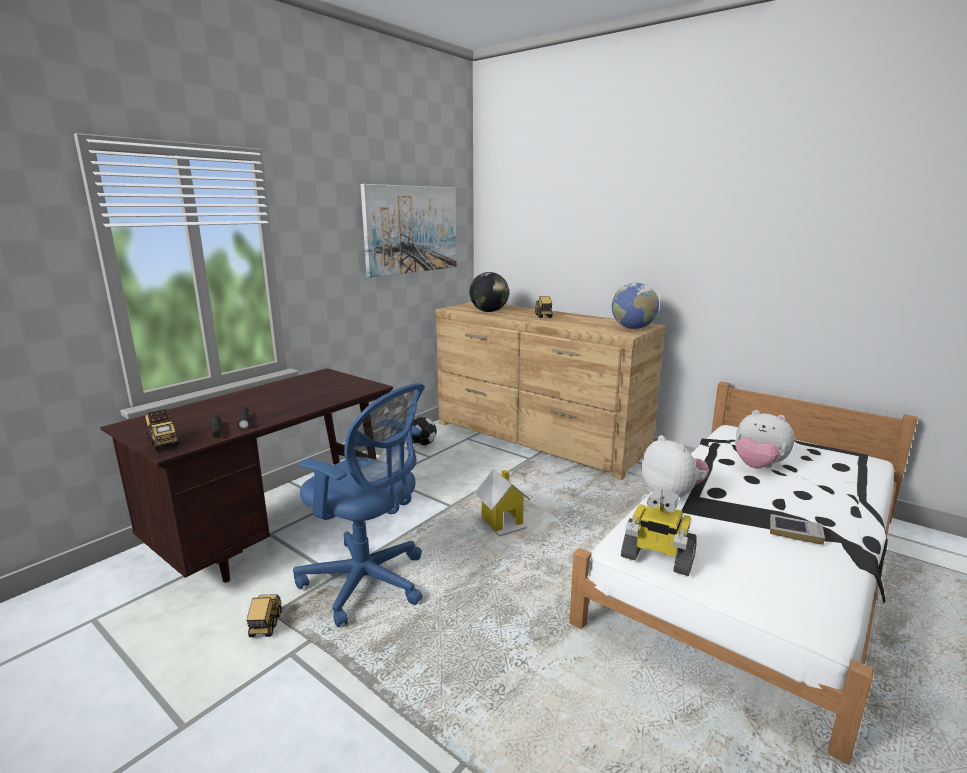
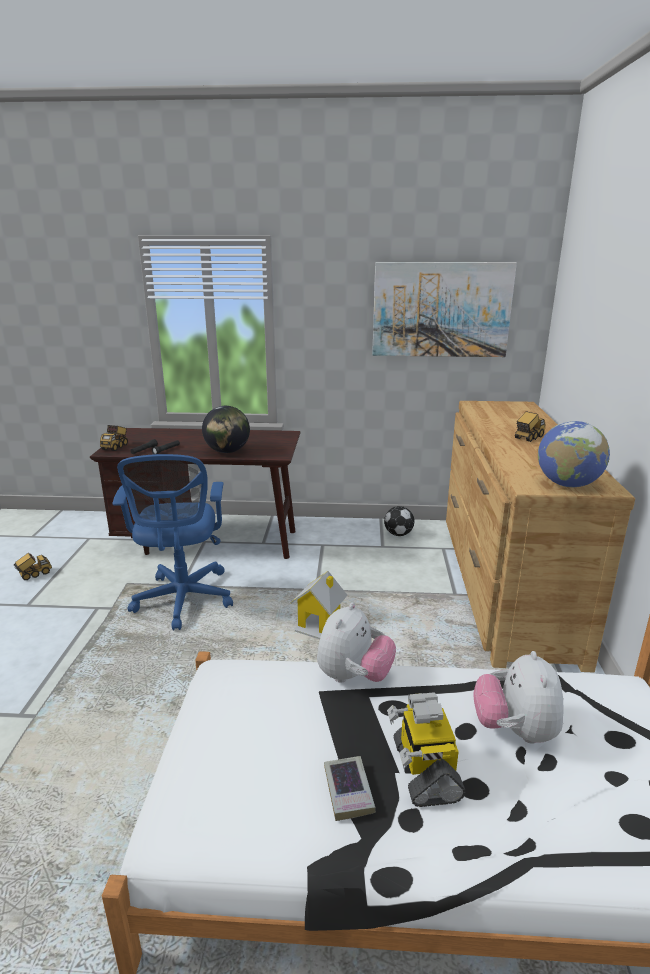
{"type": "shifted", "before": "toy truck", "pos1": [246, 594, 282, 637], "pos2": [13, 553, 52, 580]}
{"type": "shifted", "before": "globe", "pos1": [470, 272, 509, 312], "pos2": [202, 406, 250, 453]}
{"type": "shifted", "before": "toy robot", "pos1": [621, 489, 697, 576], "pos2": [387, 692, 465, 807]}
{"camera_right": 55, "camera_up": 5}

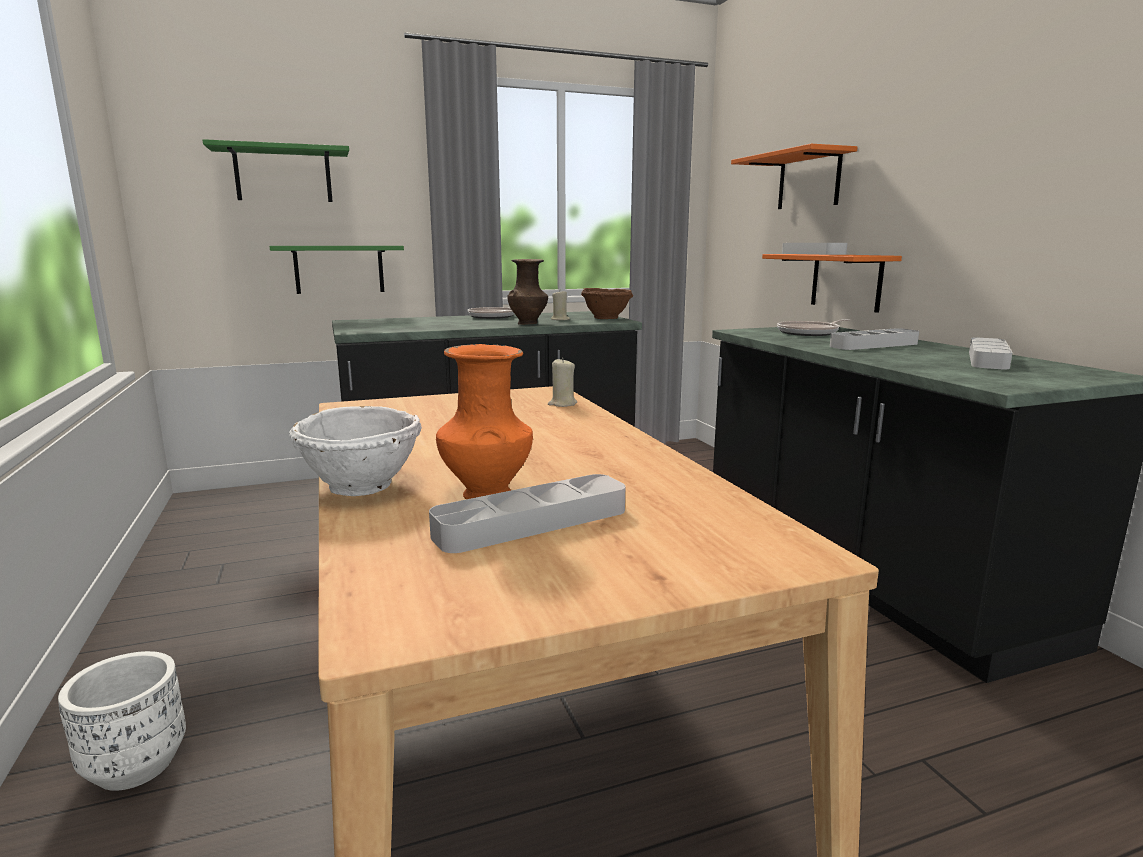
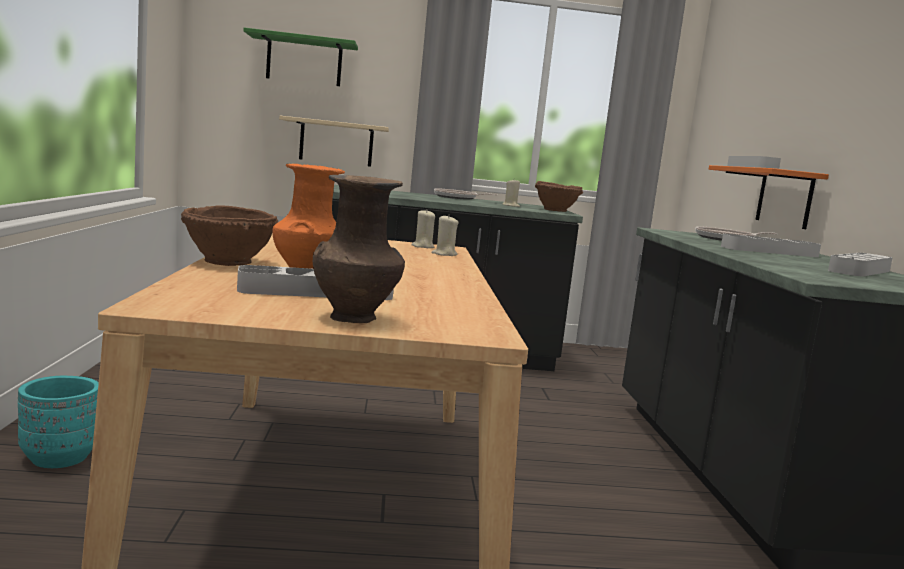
{"type": "repainted", "before": "white planter", "after": "turquoise planter", "pos1": [58, 651, 186, 791], "pos2": [18, 376, 99, 468]}
{"type": "repainted", "before": "white bowl", "after": "brown bowl", "pos1": [289, 406, 422, 496], "pos2": [181, 205, 278, 266]}
{"type": "repainted", "before": "green shelf", "after": "beige shelf", "pos1": [270, 246, 404, 294], "pos2": [279, 116, 389, 167]}
{"type": "shifted", "before": "brown vase", "pos1": [507, 259, 548, 325], "pos2": [313, 175, 405, 323]}
{"type": "new", "after": "beige candle", "pos2": [411, 209, 435, 248]}
{"type": "gone", "before": "orange shelf", "pos1": [731, 144, 857, 209]}
{"camera_right": 15, "camera_up": -5}

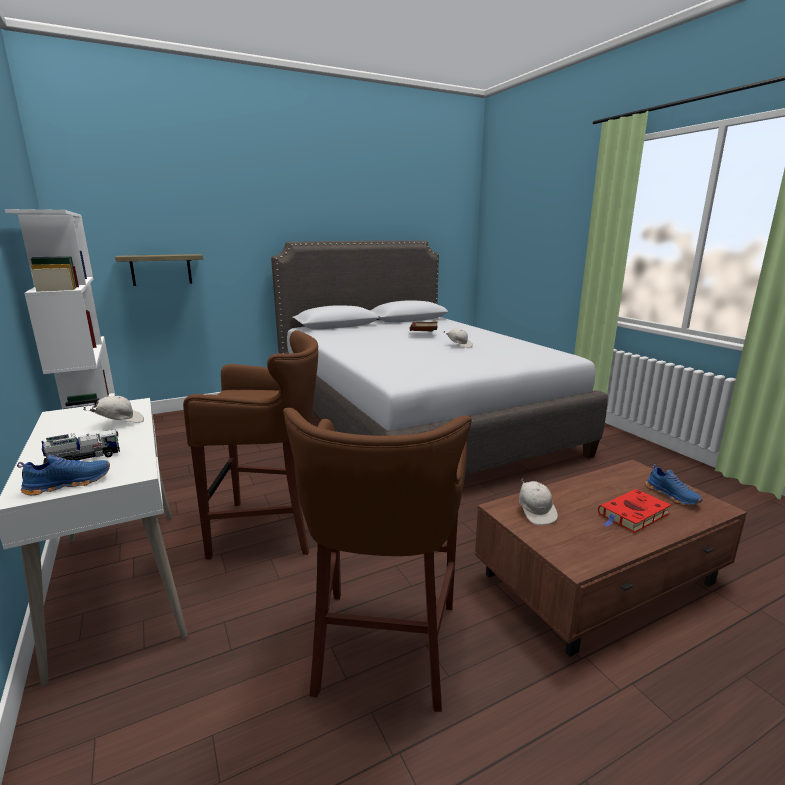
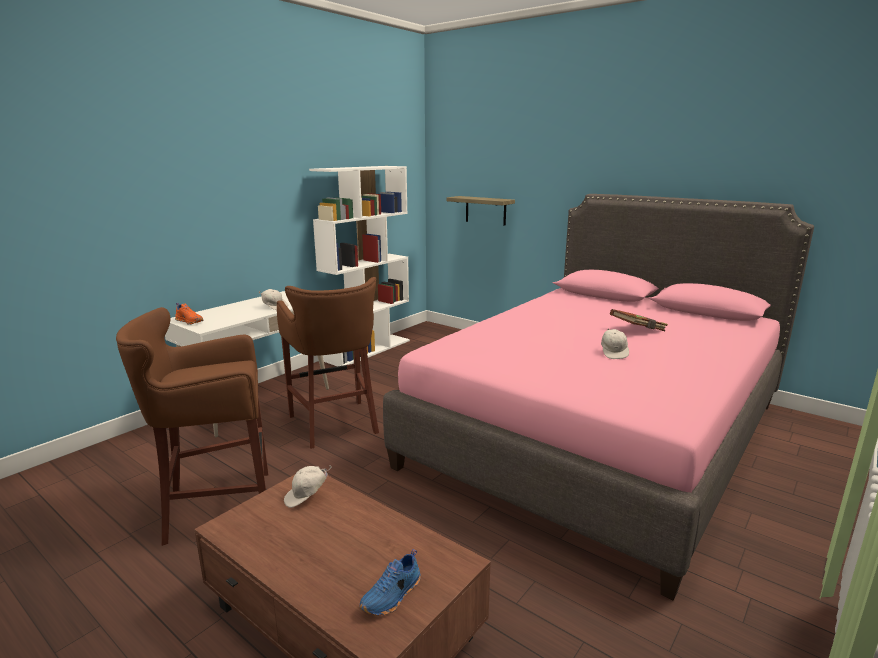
{"type": "repainted", "before": "blue shoe", "after": "orange shoe", "pos1": [17, 455, 110, 495], "pos2": [175, 303, 203, 325]}
{"type": "repainted", "before": "grey bed", "after": "pink bed", "pos1": [271, 240, 608, 474], "pos2": [383, 194, 814, 601]}
{"type": "gone", "before": "toy truck", "pos1": [42, 429, 120, 464]}
{"type": "gone", "before": "red book", "pos1": [598, 489, 671, 533]}
{"camera_right": 65, "camera_up": 0}

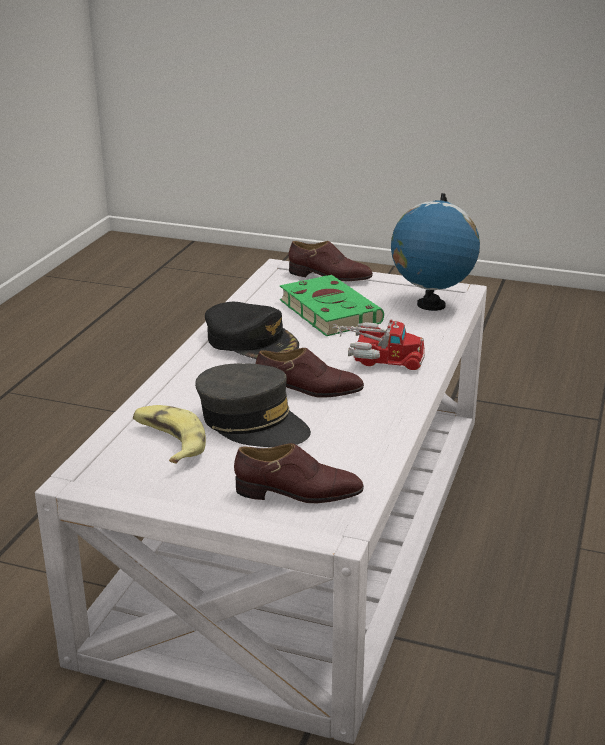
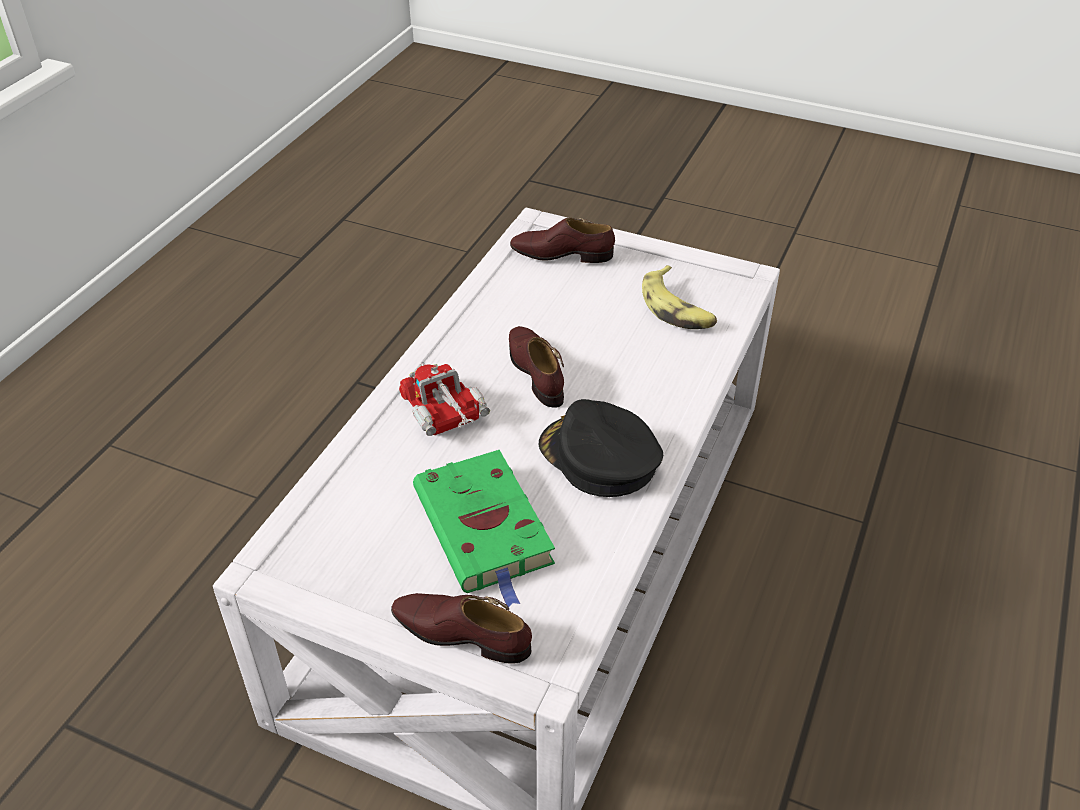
{"type": "rotated", "before": "toy truck", "pos1": [332, 319, 425, 370], "pos2": [399, 362, 490, 436], "turn": 45}
{"type": "rotated", "before": "brown shoe", "pos1": [256, 348, 364, 398], "pos2": [509, 326, 564, 408], "turn": 60}
{"type": "gone", "before": "grey cap", "pos1": [195, 363, 311, 447]}
{"type": "gone", "before": "globe", "pos1": [391, 193, 480, 311]}
{"camera_right": -175, "camera_up": 15}

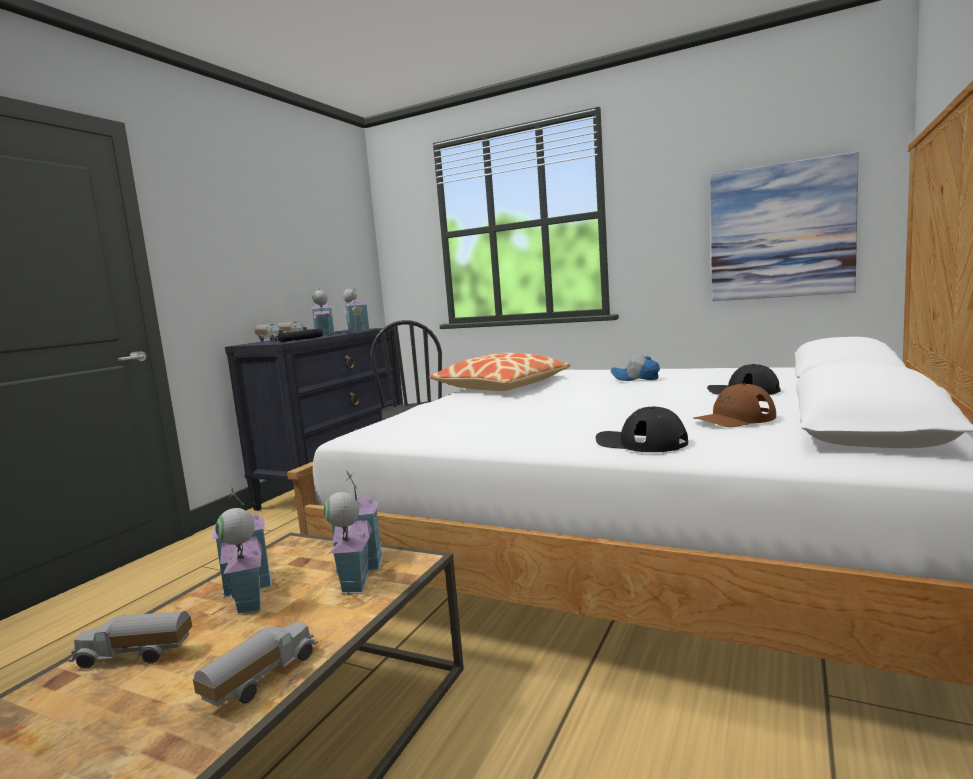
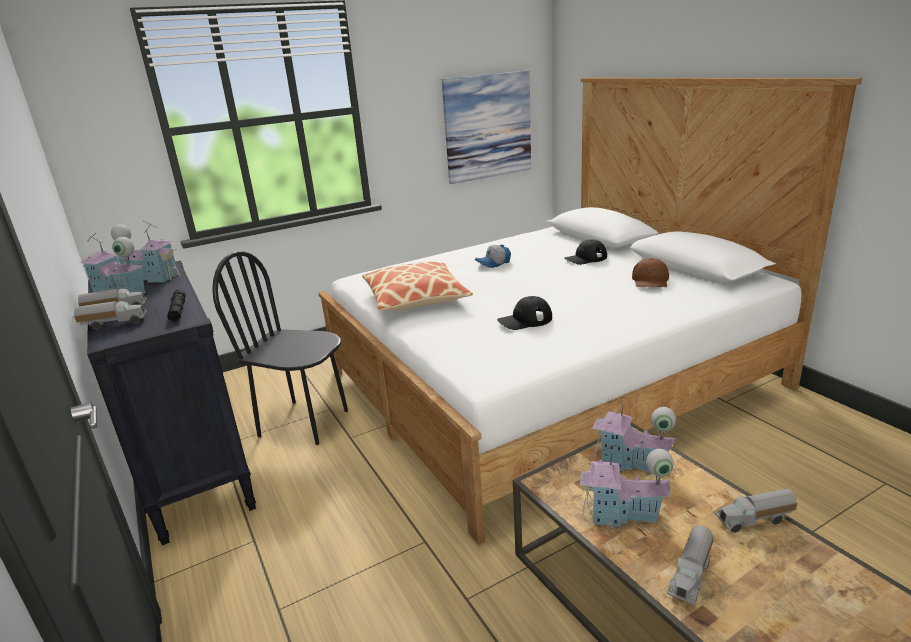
{"type": "shifted", "before": "black cap", "pos1": [596, 407, 688, 452], "pos2": [497, 296, 552, 330]}
{"type": "rotated", "before": "toy truck", "pos1": [193, 622, 318, 707], "pos2": [715, 489, 797, 533], "turn": -75}
{"camera_right": -55, "camera_up": 15}

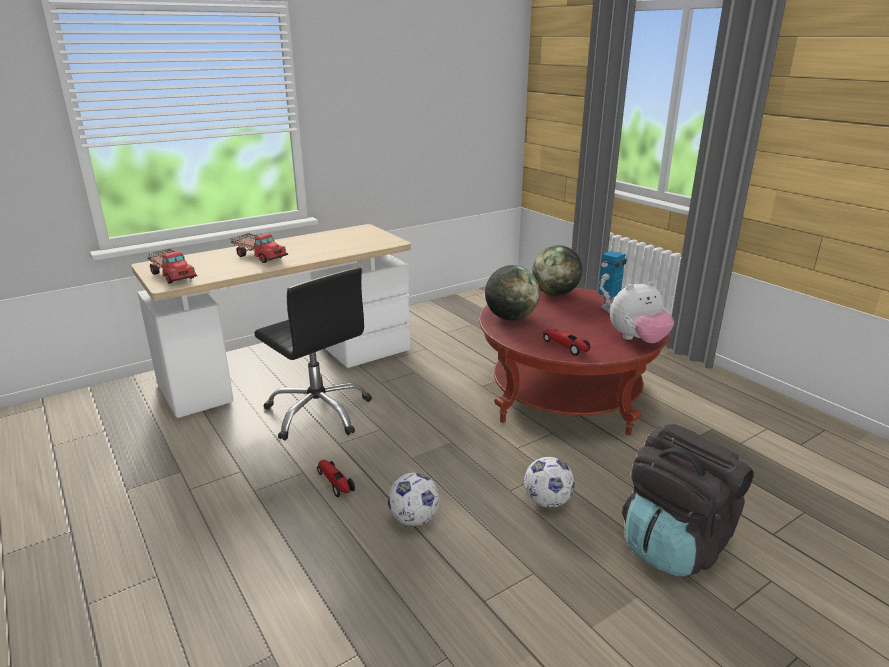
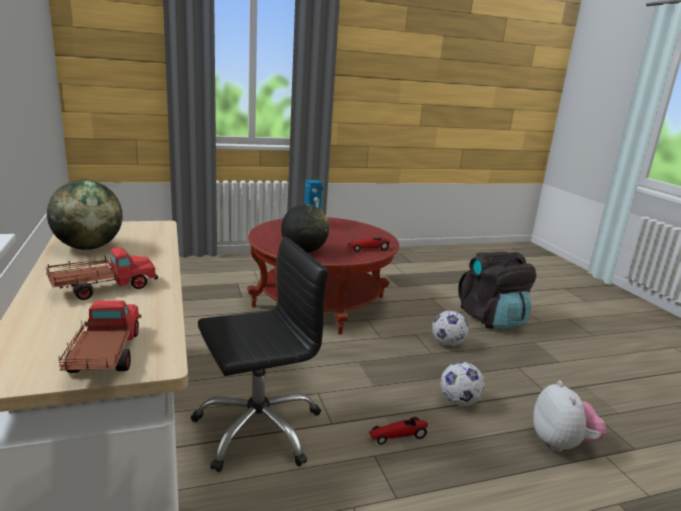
{"type": "shifted", "before": "globe", "pos1": [532, 245, 582, 296], "pos2": [47, 180, 123, 250]}
{"type": "rotated", "before": "toy truck", "pos1": [147, 249, 197, 284], "pos2": [59, 300, 141, 373], "turn": -75}
{"type": "shifted", "before": "plush toy", "pos1": [610, 281, 674, 343], "pos2": [533, 380, 606, 452]}
{"camera_right": -75, "camera_up": -5}

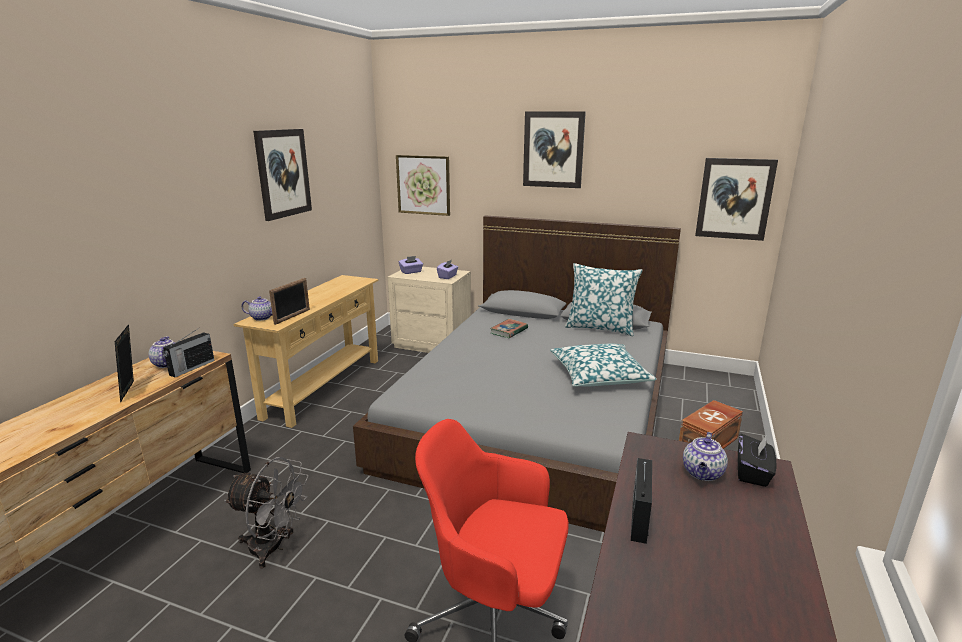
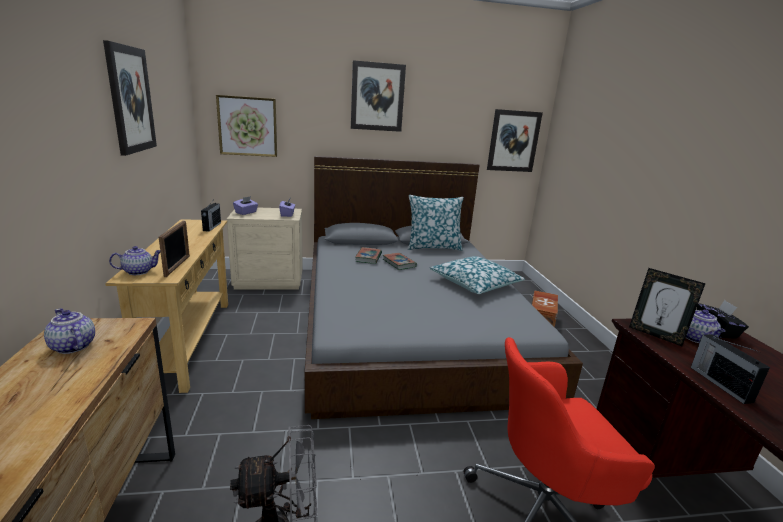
{"type": "shifted", "before": "radio", "pos1": [163, 327, 214, 377], "pos2": [201, 198, 221, 232]}
{"type": "new", "after": "book", "pos2": [383, 253, 417, 270]}
{"type": "shifted", "before": "picture frame", "pos1": [115, 324, 134, 403], "pos2": [629, 268, 706, 346]}
{"camera_right": -30, "camera_up": 0}

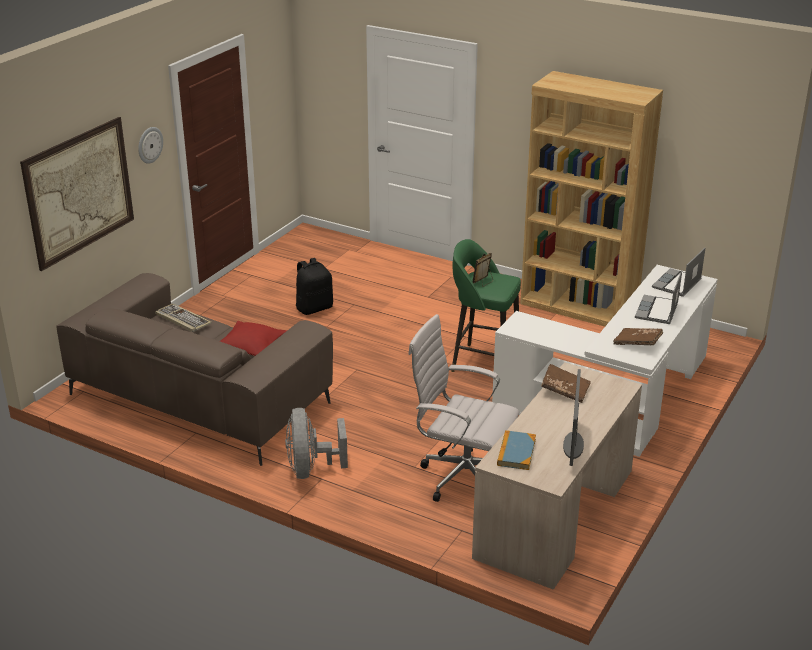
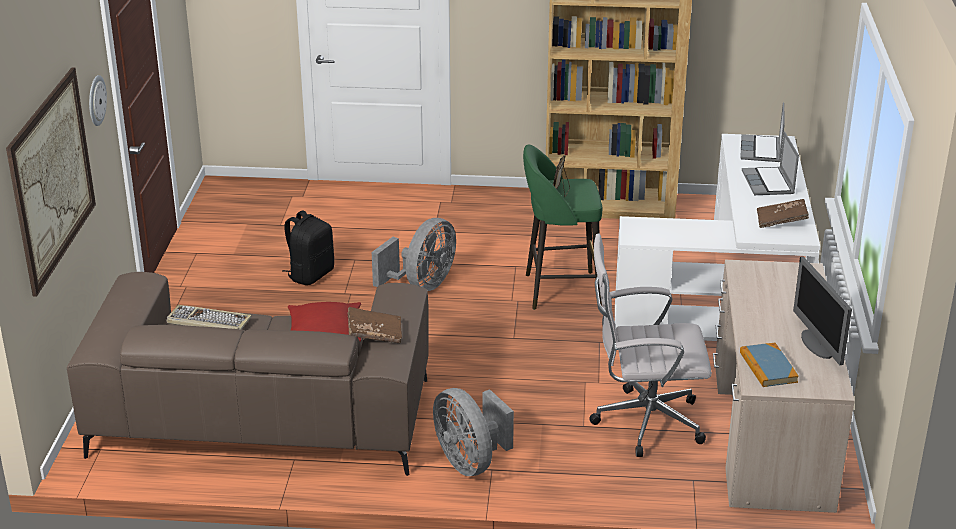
{"type": "shifted", "before": "brown book", "pos1": [541, 364, 591, 403], "pos2": [348, 307, 402, 344]}
{"type": "new", "after": "grey fan", "pos2": [372, 218, 456, 291]}
{"camera_right": -25, "camera_up": 0}

